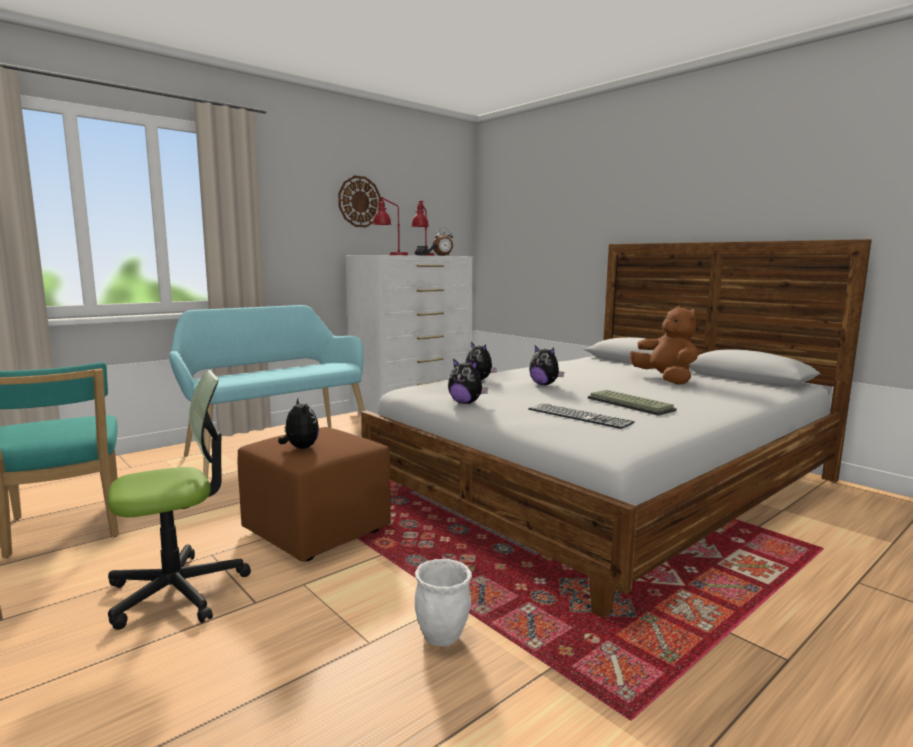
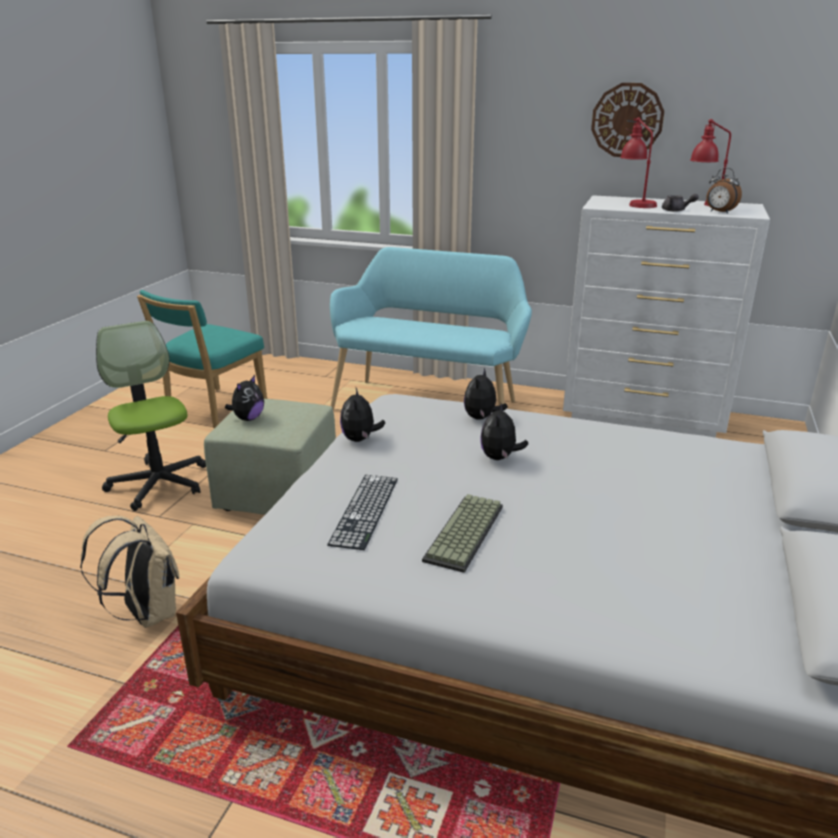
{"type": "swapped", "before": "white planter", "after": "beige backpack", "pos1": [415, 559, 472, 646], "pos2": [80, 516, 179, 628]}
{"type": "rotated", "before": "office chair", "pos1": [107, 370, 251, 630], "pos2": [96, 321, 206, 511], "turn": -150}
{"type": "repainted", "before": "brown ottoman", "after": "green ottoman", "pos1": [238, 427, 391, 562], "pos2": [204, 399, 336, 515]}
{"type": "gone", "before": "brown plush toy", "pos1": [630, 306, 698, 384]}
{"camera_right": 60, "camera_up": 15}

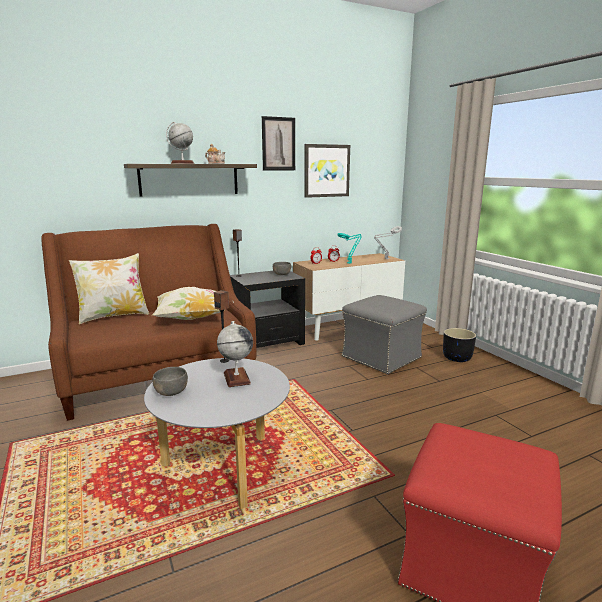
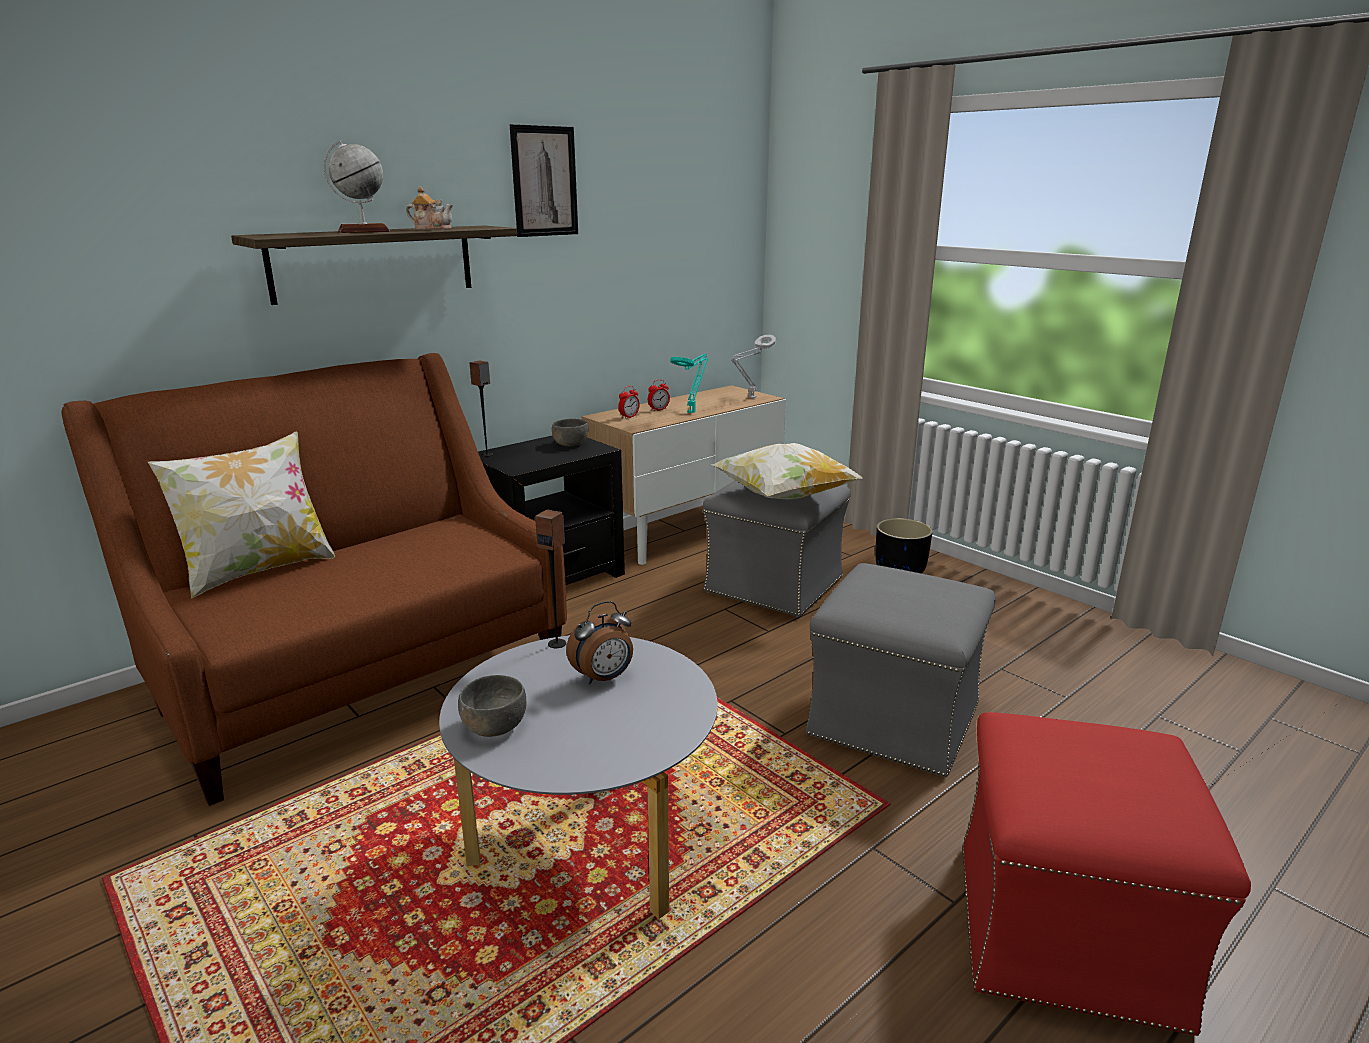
{"type": "swapped", "before": "globe", "after": "alarm clock", "pos1": [217, 321, 253, 387], "pos2": [566, 601, 633, 685]}
{"type": "shifted", "before": "pillow", "pos1": [152, 287, 220, 320], "pos2": [712, 443, 863, 499]}
{"type": "new", "after": "grey ottoman", "pos2": [805, 563, 996, 777]}
{"type": "gone", "before": "picture", "pos1": [304, 144, 350, 198]}
{"camera_right": -15, "camera_up": 5}

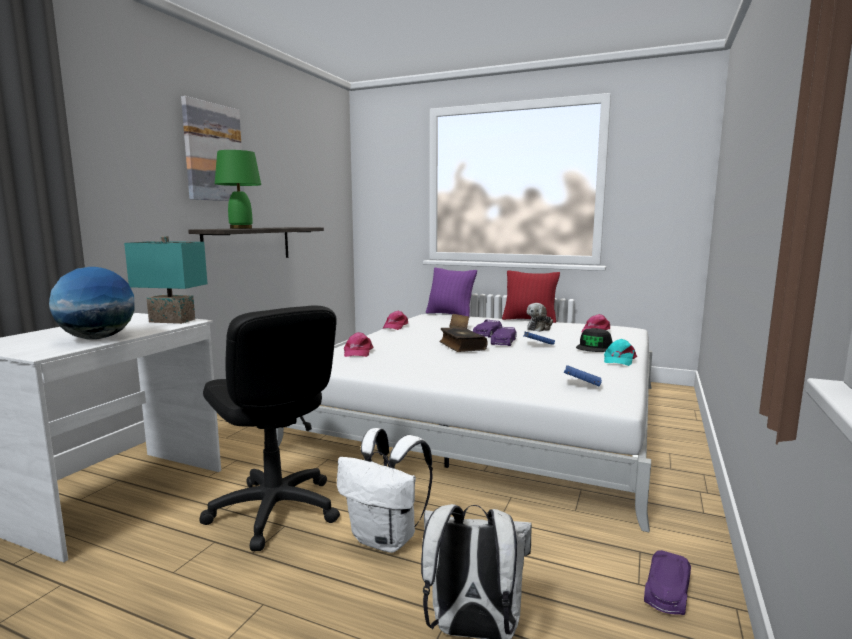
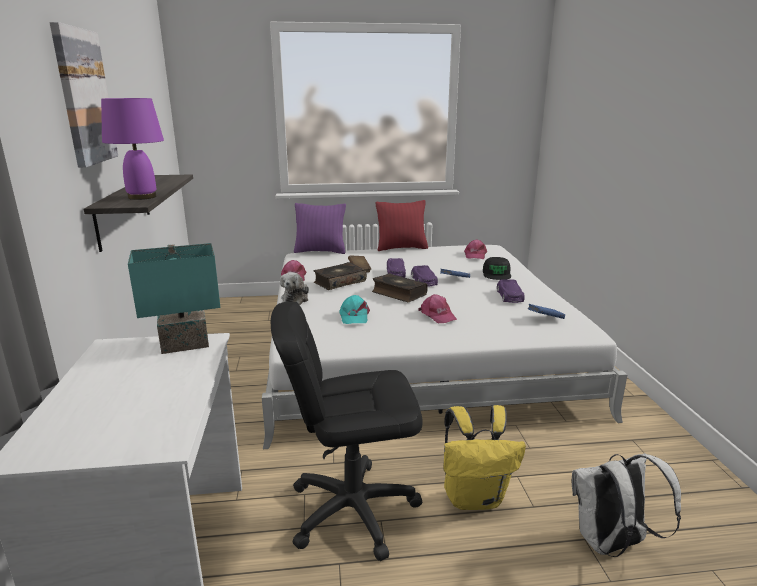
{"type": "repainted", "before": "green table lamp", "after": "purple table lamp", "pos1": [215, 150, 261, 229], "pos2": [101, 98, 164, 200]}
{"type": "rotated", "before": "black office chair", "pos1": [199, 305, 340, 551], "pos2": [271, 302, 423, 561], "turn": 150}
{"type": "shifted", "before": "plush toy", "pos1": [527, 303, 553, 332], "pos2": [280, 272, 309, 305]}
{"type": "new", "after": "book", "pos2": [313, 262, 367, 290]}
{"type": "shifted", "before": "turquoise cap", "pos1": [604, 339, 637, 366], "pos2": [339, 295, 370, 324]}
{"type": "shifted", "before": "pink cap", "pos1": [344, 332, 373, 357], "pos2": [418, 294, 457, 323]}
{"type": "repainted", "before": "white backpack", "after": "yellow backpack", "pos1": [337, 428, 433, 553], "pos2": [444, 405, 526, 510]}
{"type": "shifted", "before": "purple toy car", "pos1": [644, 550, 691, 615], "pos2": [497, 279, 525, 303]}
{"type": "gone", "before": "globe", "pos1": [49, 267, 135, 339]}
{"camera_right": -30, "camera_up": 10}

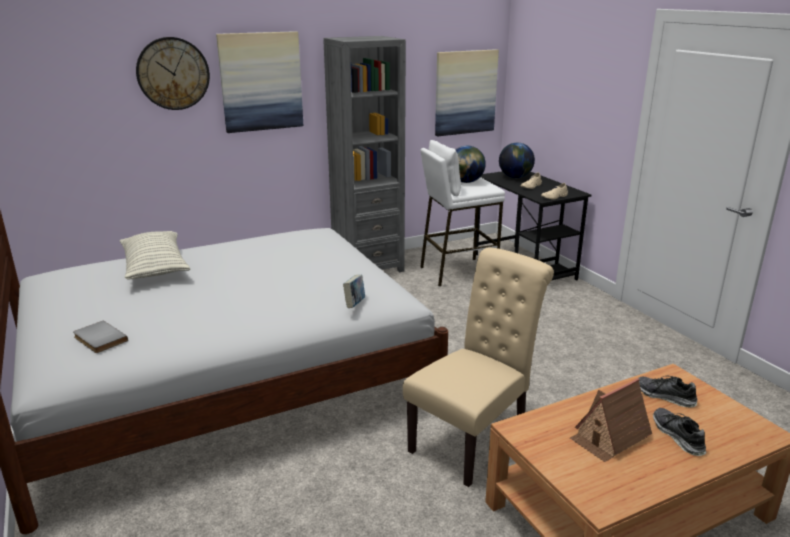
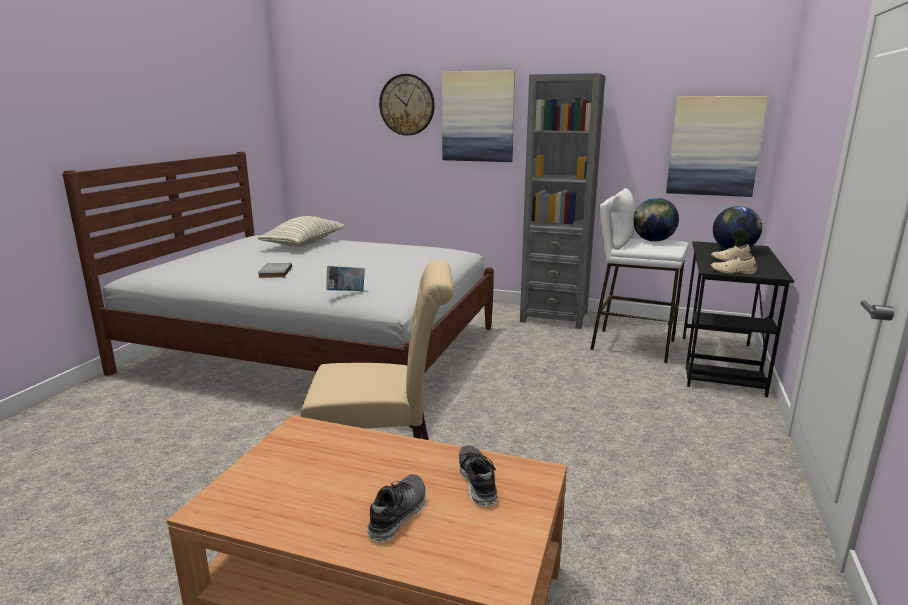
{"type": "shifted", "before": "grey book", "pos1": [73, 320, 128, 353], "pos2": [258, 263, 292, 278]}
{"type": "gone", "before": "toy house", "pos1": [570, 378, 652, 462]}
{"camera_right": 45, "camera_up": -5}

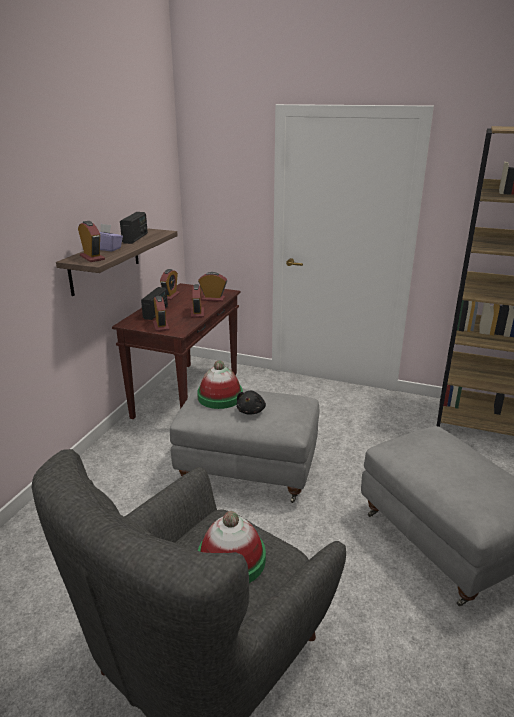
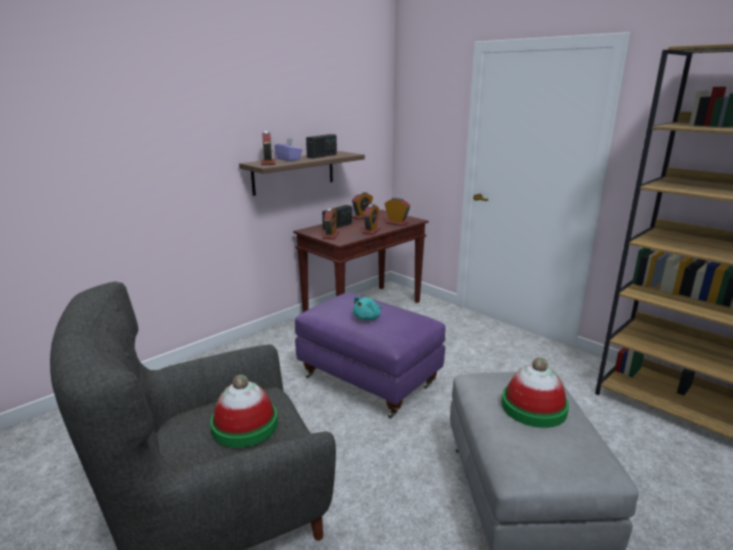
{"type": "repainted", "before": "grey ottoman", "after": "purple ottoman", "pos1": [170, 385, 319, 503], "pos2": [295, 293, 445, 419]}
{"type": "repainted", "before": "black plush toy", "after": "turquoise plush toy", "pos1": [237, 391, 266, 415], "pos2": [353, 296, 382, 321]}
{"type": "shifted", "before": "hat", "pos1": [197, 361, 243, 409], "pos2": [501, 357, 569, 428]}
{"camera_right": 25, "camera_up": -5}

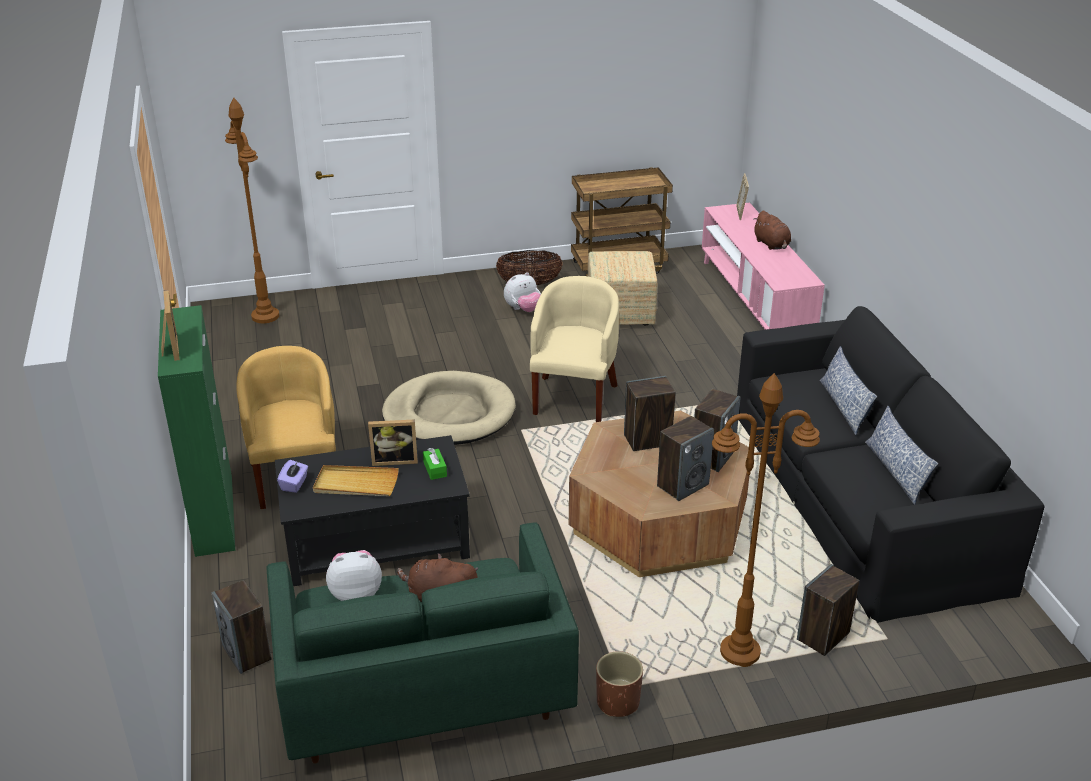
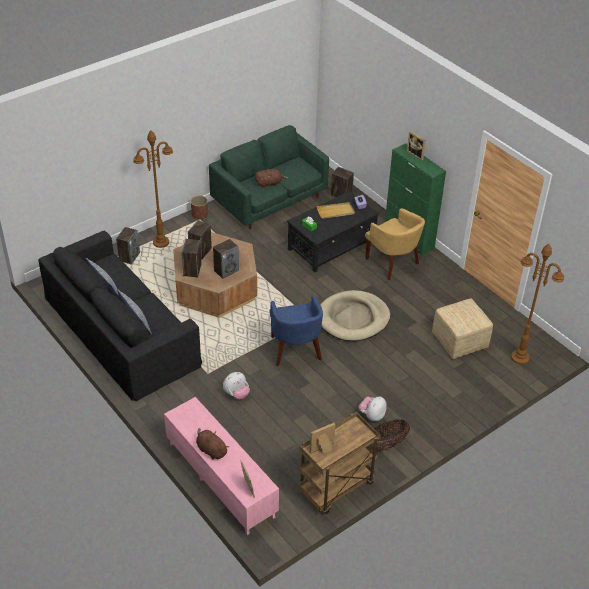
{"type": "shifted", "before": "plush toy", "pos1": [326, 550, 382, 601], "pos2": [223, 372, 250, 400]}
{"type": "repainted", "before": "beige armchair", "after": "blue armchair", "pos1": [530, 276, 619, 422], "pos2": [270, 295, 323, 366]}
{"type": "shifted", "before": "picture frame", "pos1": [368, 419, 418, 466], "pos2": [310, 423, 336, 453]}
{"type": "shifted", "before": "ottoman", "pos1": [588, 251, 657, 326], "pos2": [432, 298, 493, 359]}
{"camera_right": 155, "camera_up": 10}

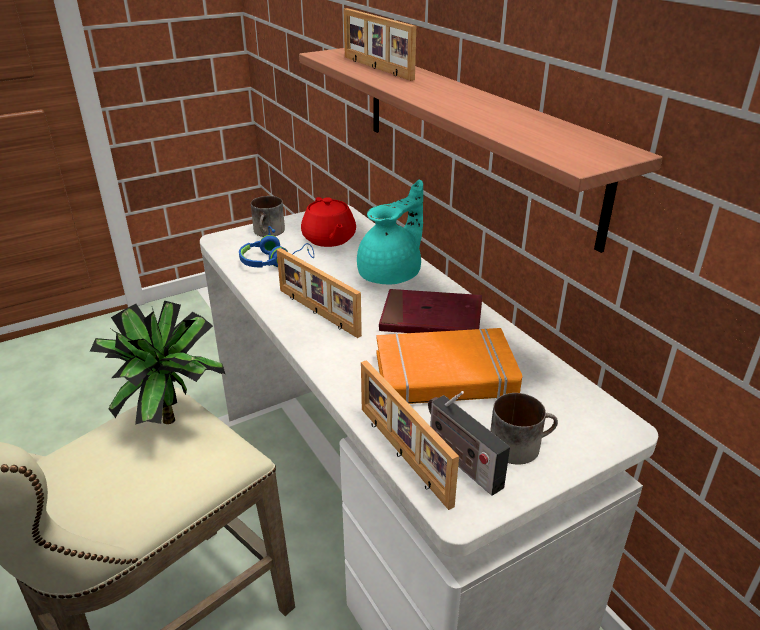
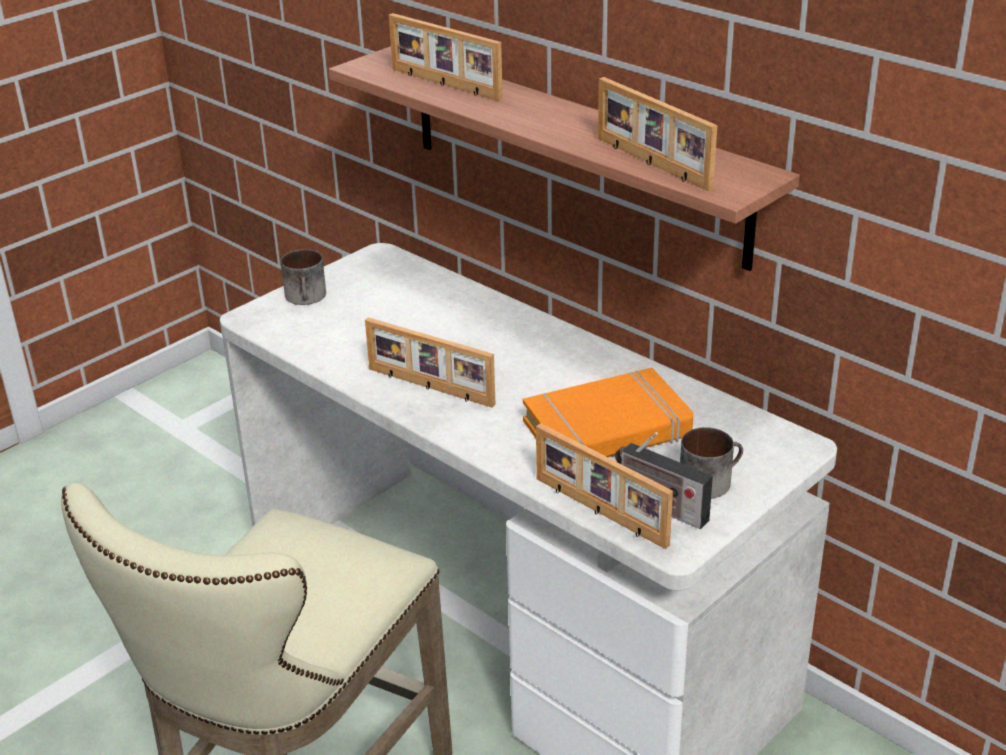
{"type": "new", "after": "picture frame", "pos2": [598, 77, 718, 191]}
{"type": "gone", "before": "potted plant", "pos1": [90, 301, 225, 425]}
{"type": "gone", "before": "blue headphones", "pos1": [239, 226, 314, 267]}
{"type": "gone", "before": "red teapot", "pos1": [301, 197, 356, 247]}
{"type": "gone", "before": "turquoise teapot", "pos1": [357, 180, 423, 285]}
{"type": "gone", "before": "red book", "pos1": [379, 289, 482, 333]}
{"camera_right": -15, "camera_up": 0}

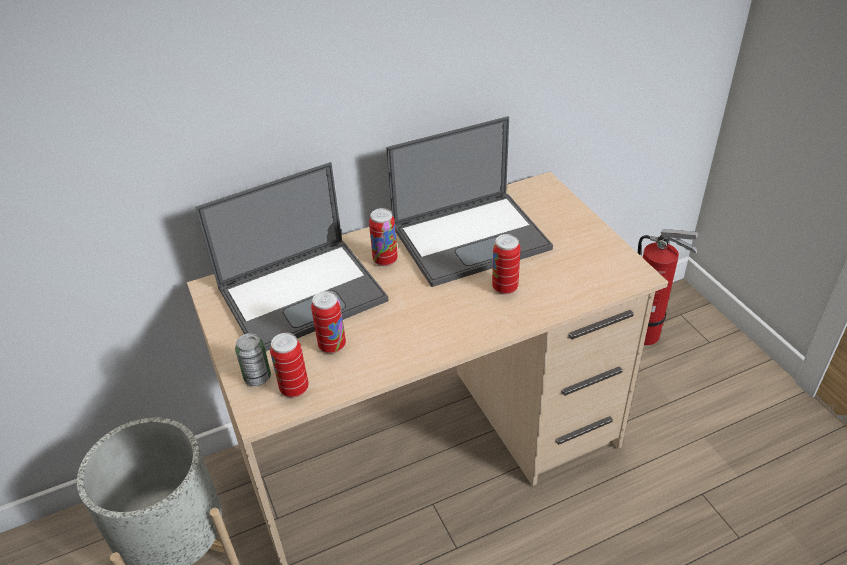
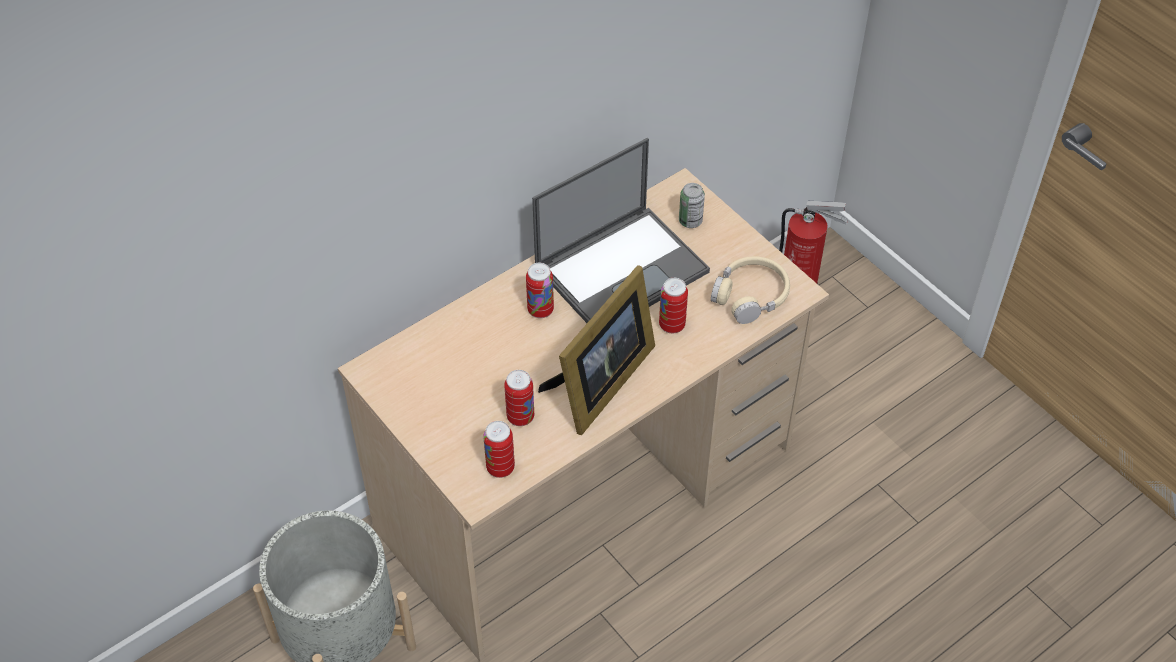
{"type": "new", "after": "picture frame", "pos2": [538, 265, 655, 435]}
{"type": "shifted", "before": "can", "pos1": [235, 333, 271, 386], "pos2": [679, 183, 705, 228]}
{"type": "new", "after": "beige headphones", "pos2": [711, 256, 790, 324]}
{"type": "gone", "before": "laptop", "pos1": [195, 162, 389, 351]}
{"camera_right": -15, "camera_up": 10}

